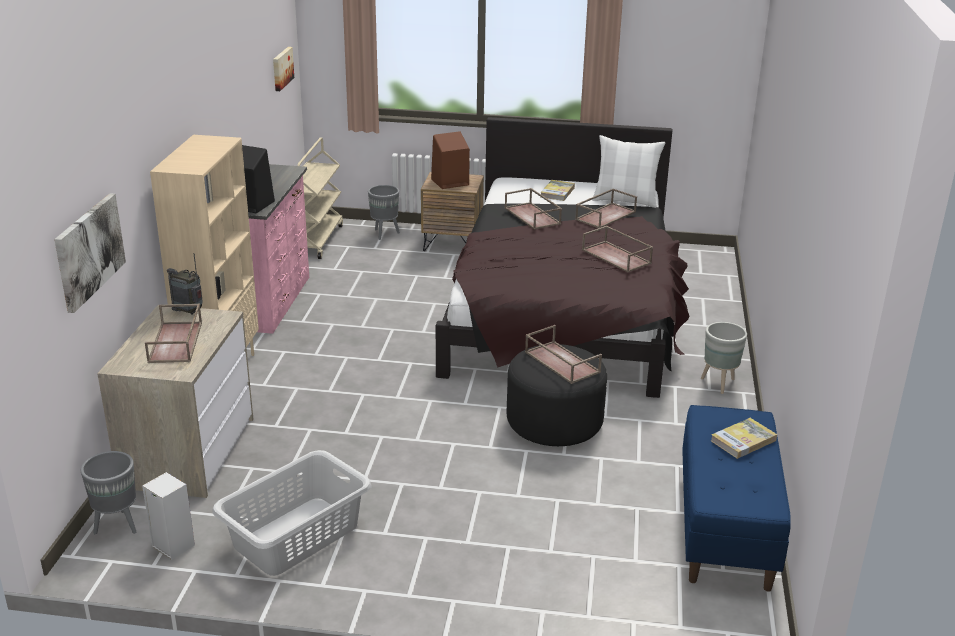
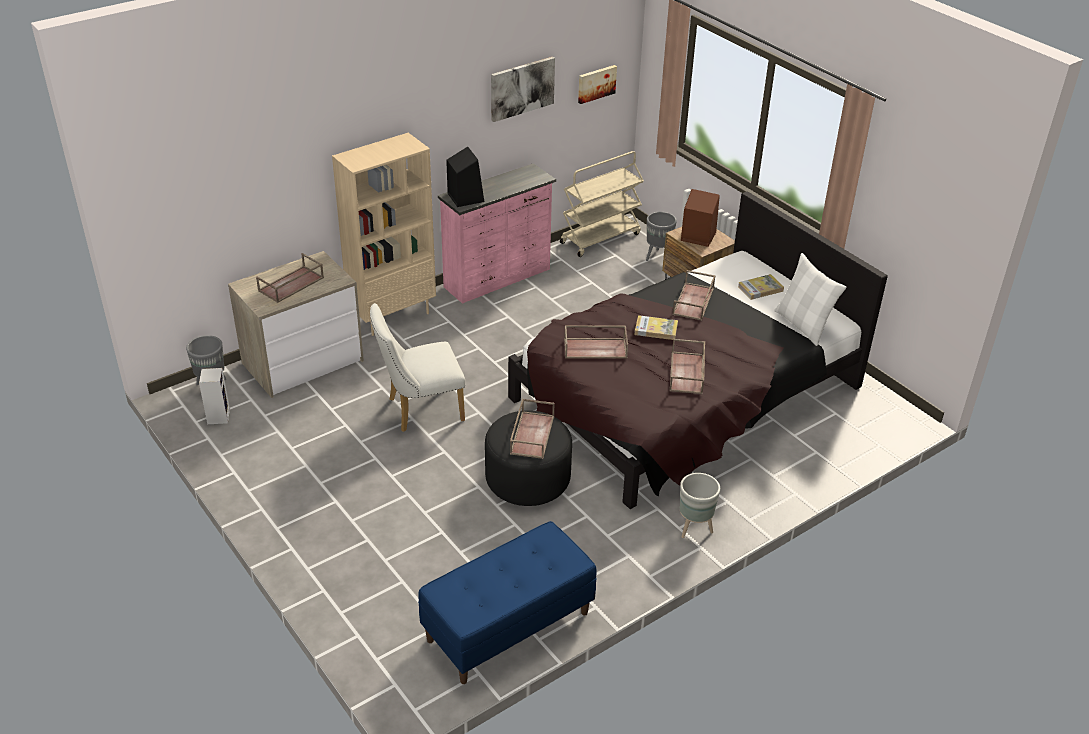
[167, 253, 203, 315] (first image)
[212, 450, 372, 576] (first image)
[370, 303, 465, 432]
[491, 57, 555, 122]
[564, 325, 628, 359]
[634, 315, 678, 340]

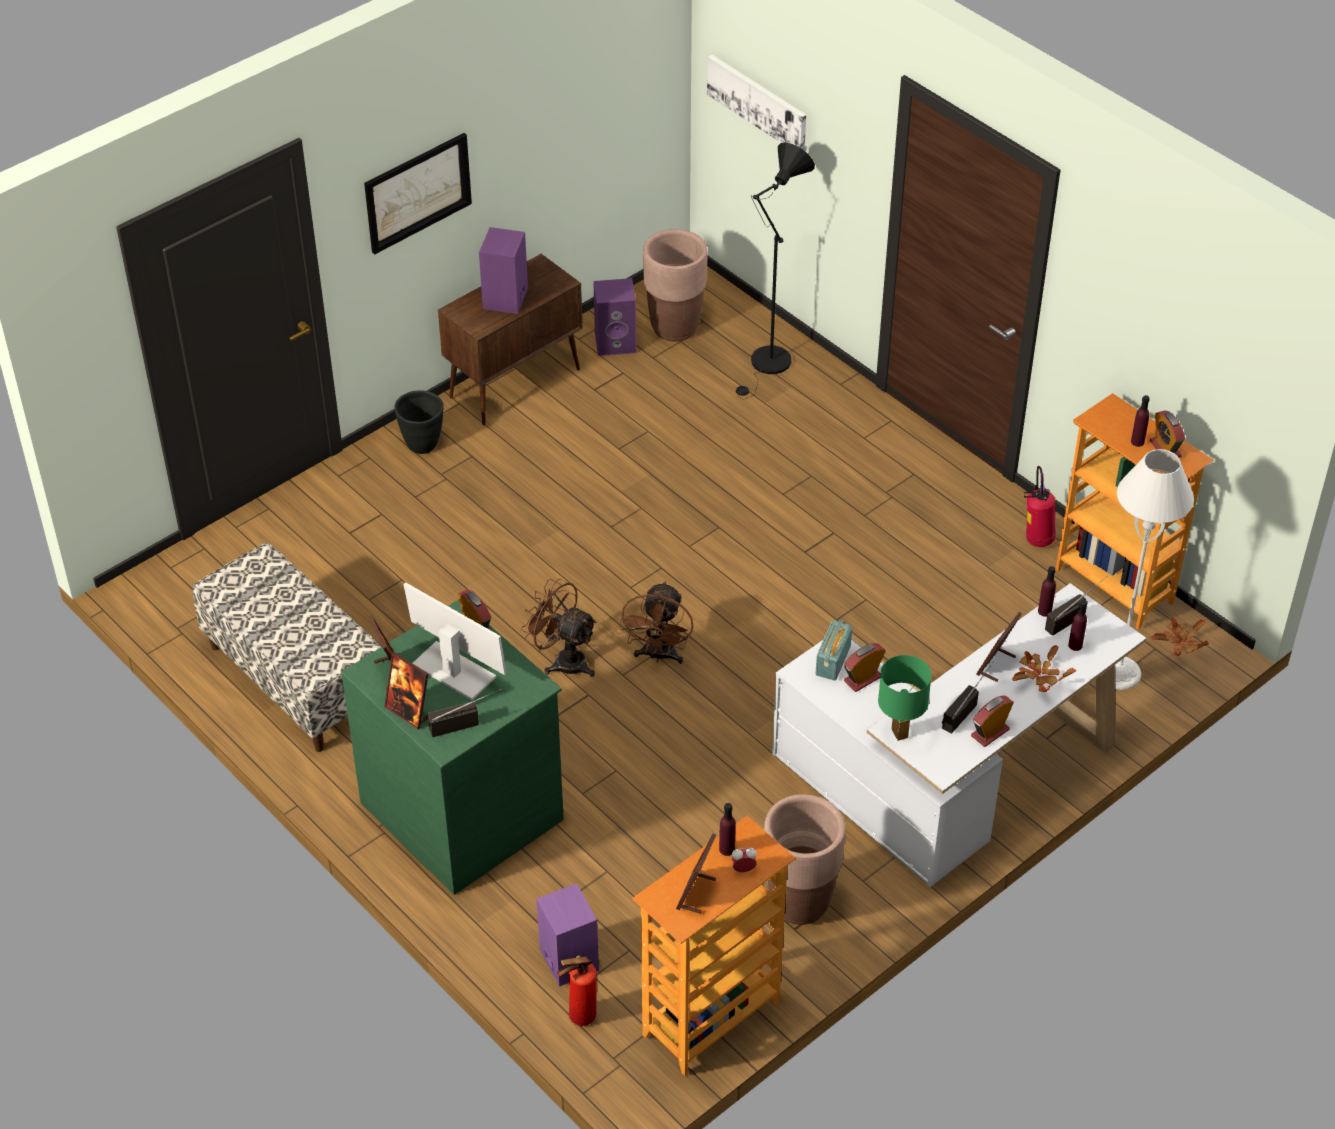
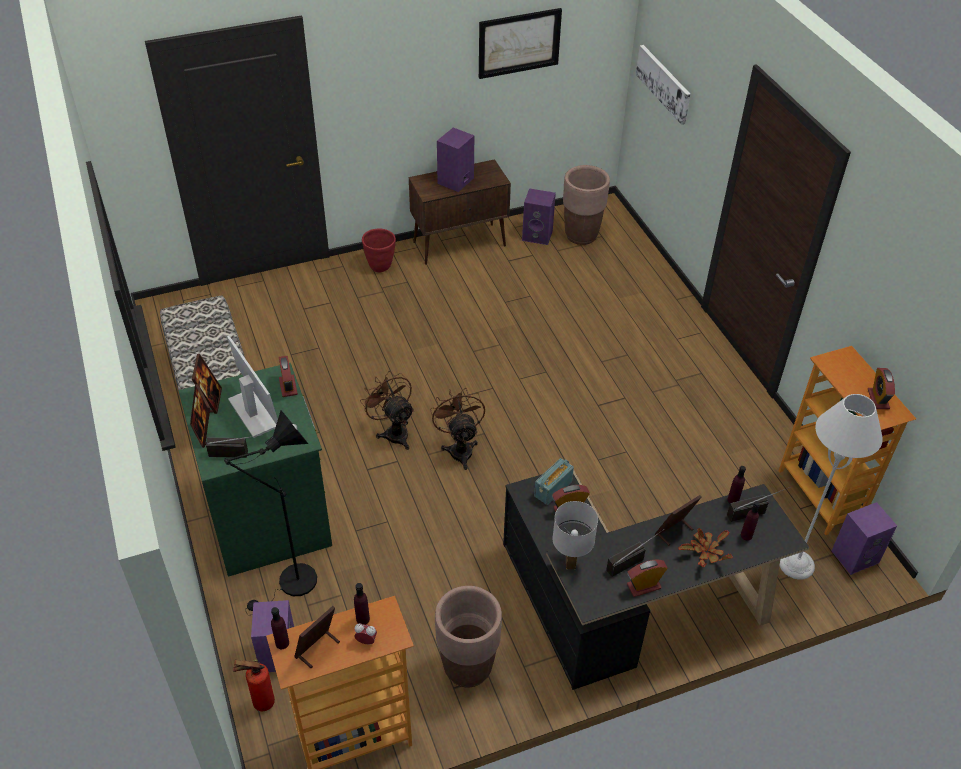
[1024, 466, 1056, 547] (first image)
[479, 8, 562, 79]
[224, 411, 317, 615]
[271, 607, 289, 649]
[832, 502, 897, 575]
[362, 228, 396, 272]
[503, 470, 809, 690]
[552, 501, 598, 569]
[430, 388, 485, 470]

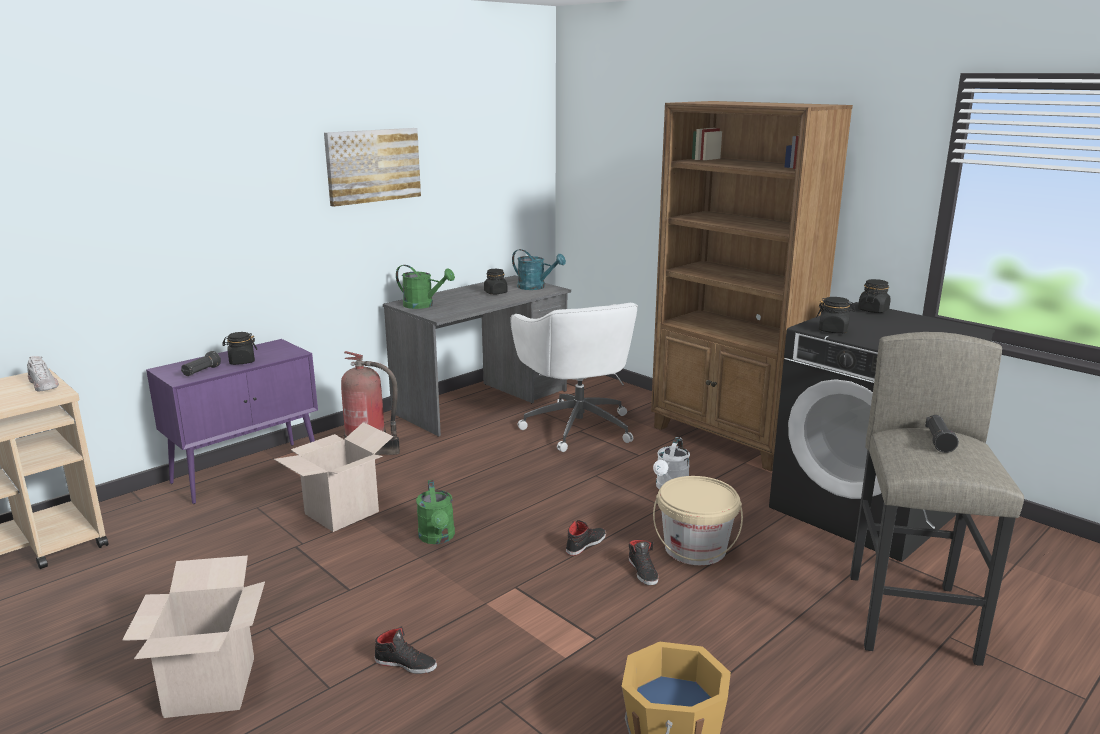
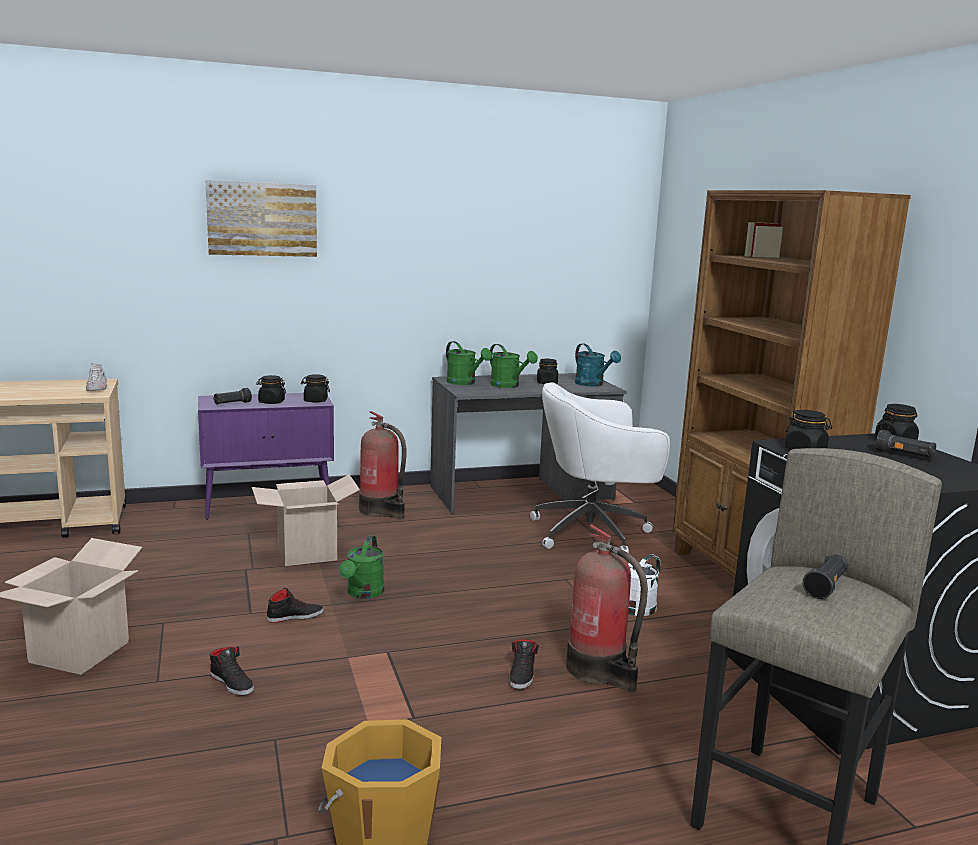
[301, 374, 330, 403]
[490, 344, 538, 388]
[875, 430, 936, 459]
[205, 180, 317, 257]
[267, 588, 324, 623]
[566, 525, 648, 692]
[530, 382, 670, 553]

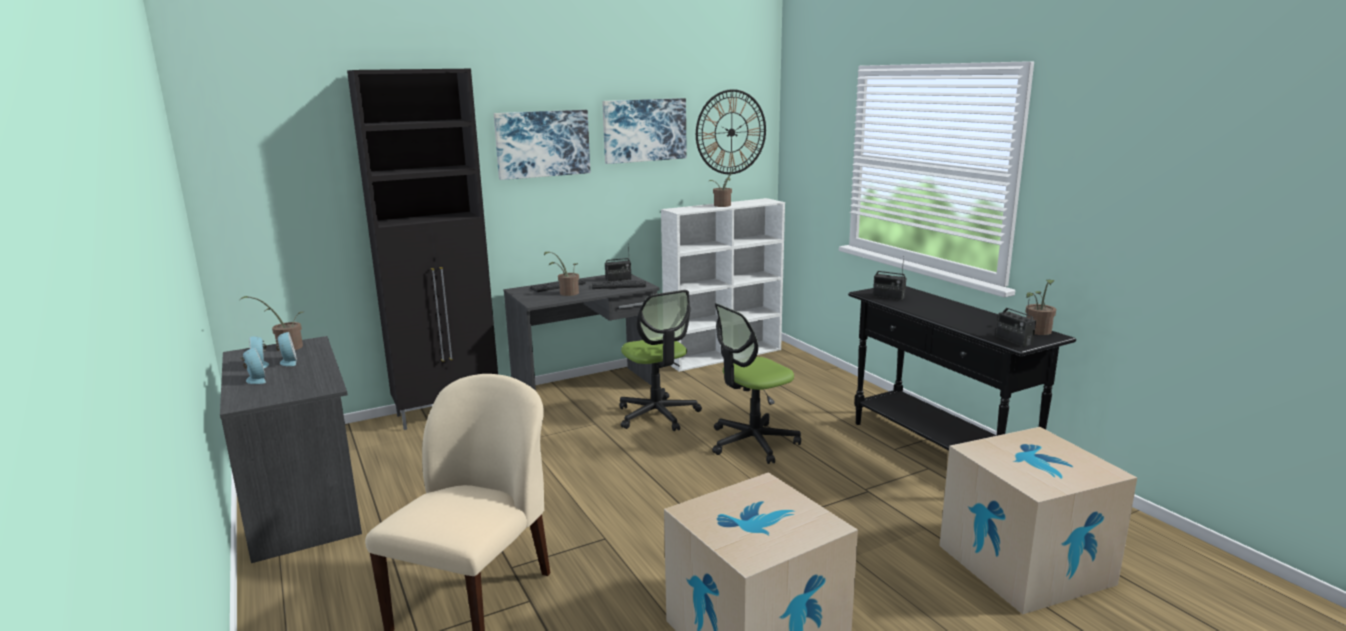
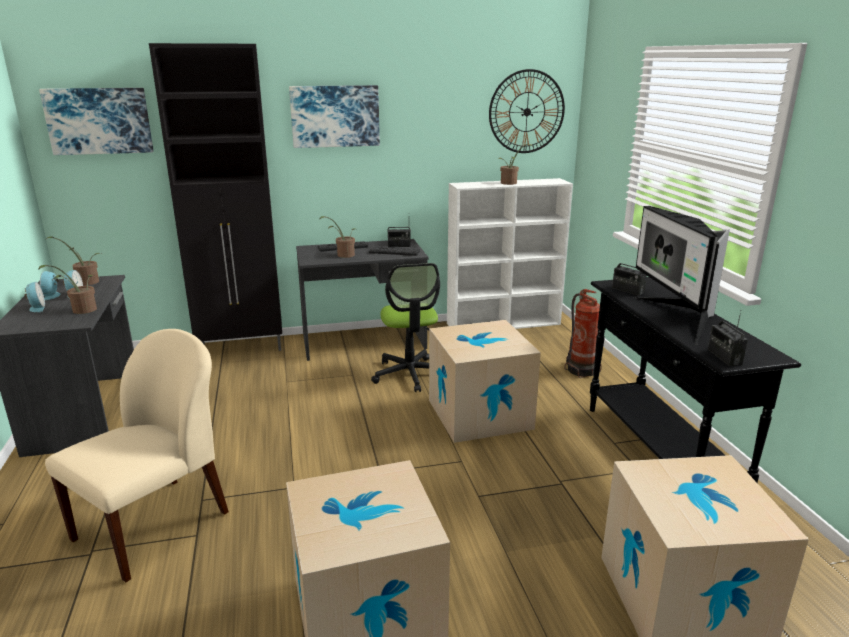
[564, 289, 602, 378]
[634, 206, 730, 345]
[39, 88, 154, 155]
[38, 265, 97, 314]
[429, 320, 541, 443]

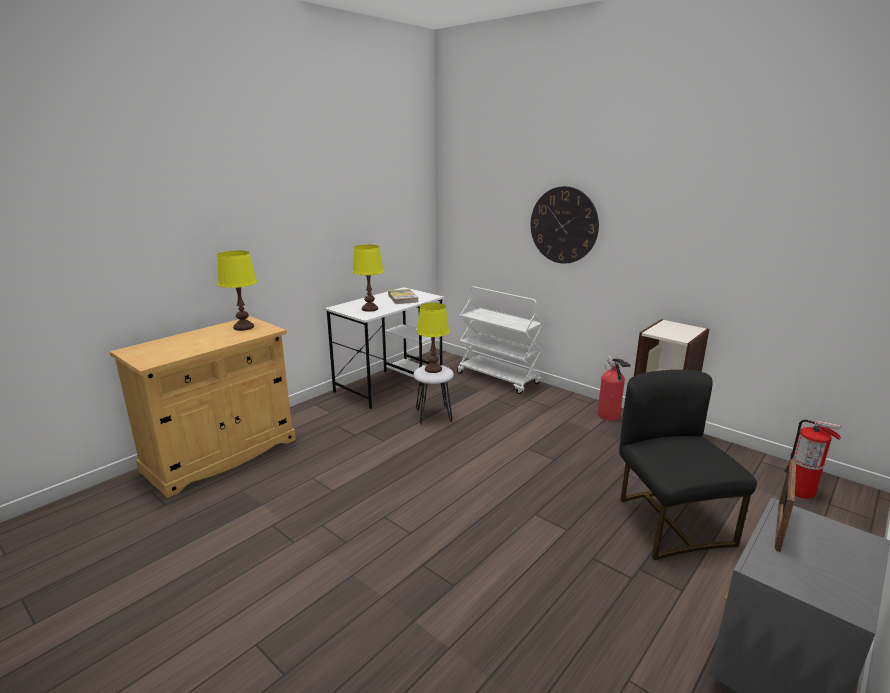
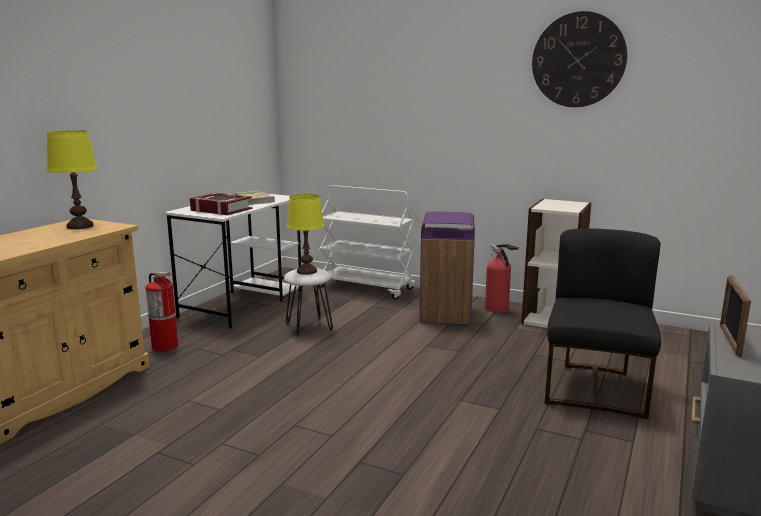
[420, 211, 475, 324]
[532, 11, 627, 107]
[146, 272, 178, 351]
[190, 193, 252, 215]
[545, 228, 661, 419]

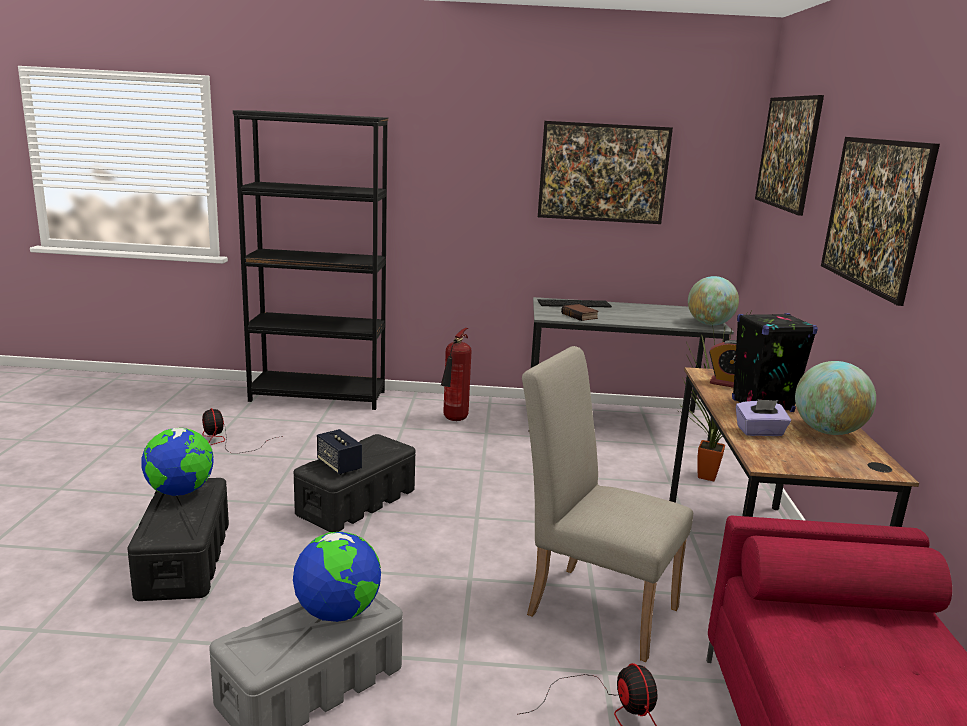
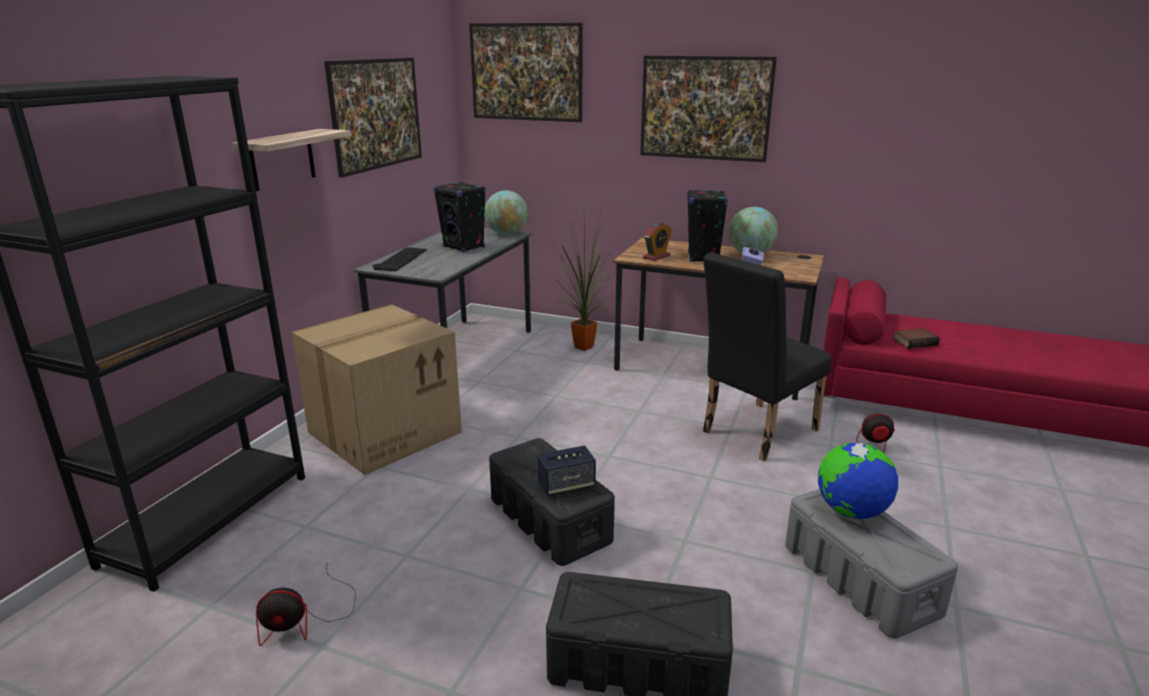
[141, 428, 214, 496] (first image)
[232, 129, 352, 191]
[433, 182, 486, 252]
[892, 328, 940, 349]
[292, 304, 462, 475]
[703, 252, 832, 461]

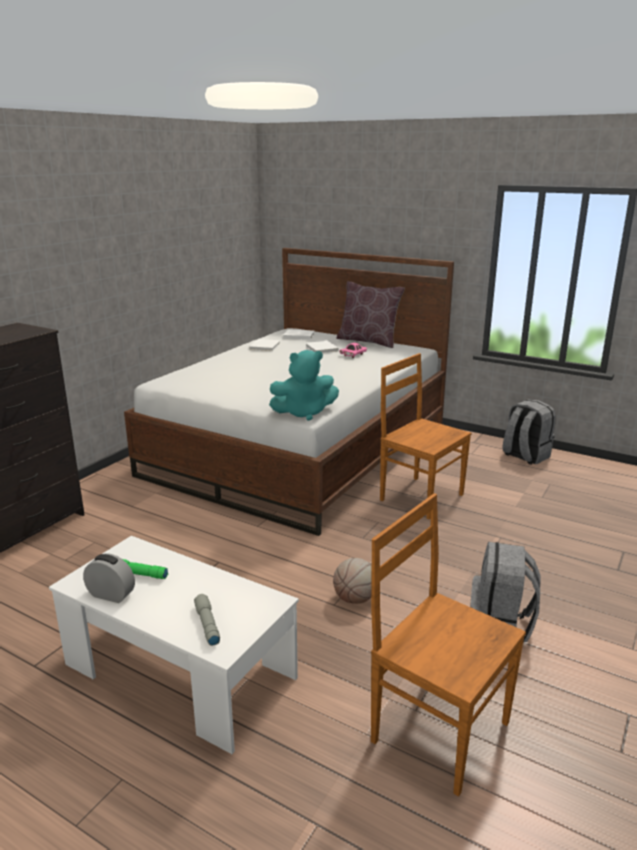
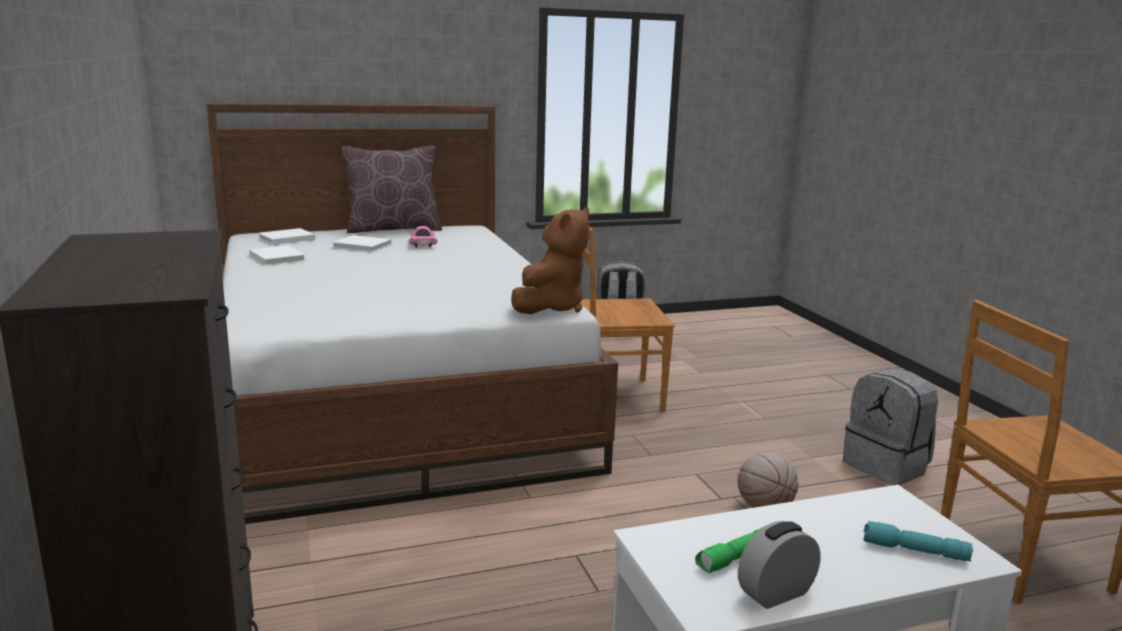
[863, 521, 973, 562]
[511, 207, 590, 314]

